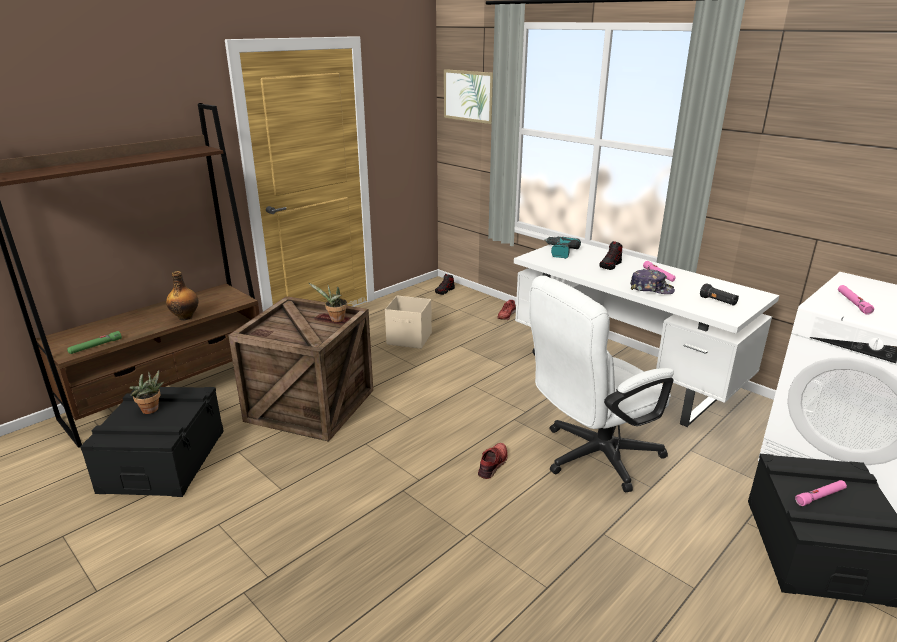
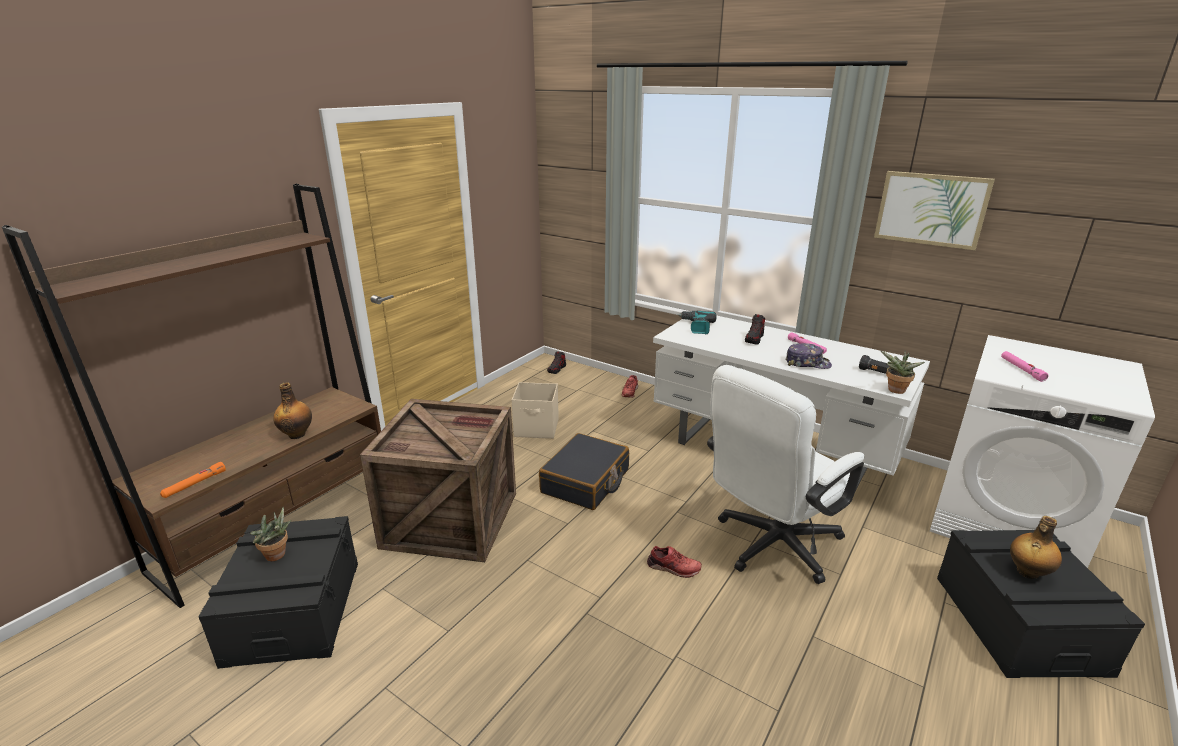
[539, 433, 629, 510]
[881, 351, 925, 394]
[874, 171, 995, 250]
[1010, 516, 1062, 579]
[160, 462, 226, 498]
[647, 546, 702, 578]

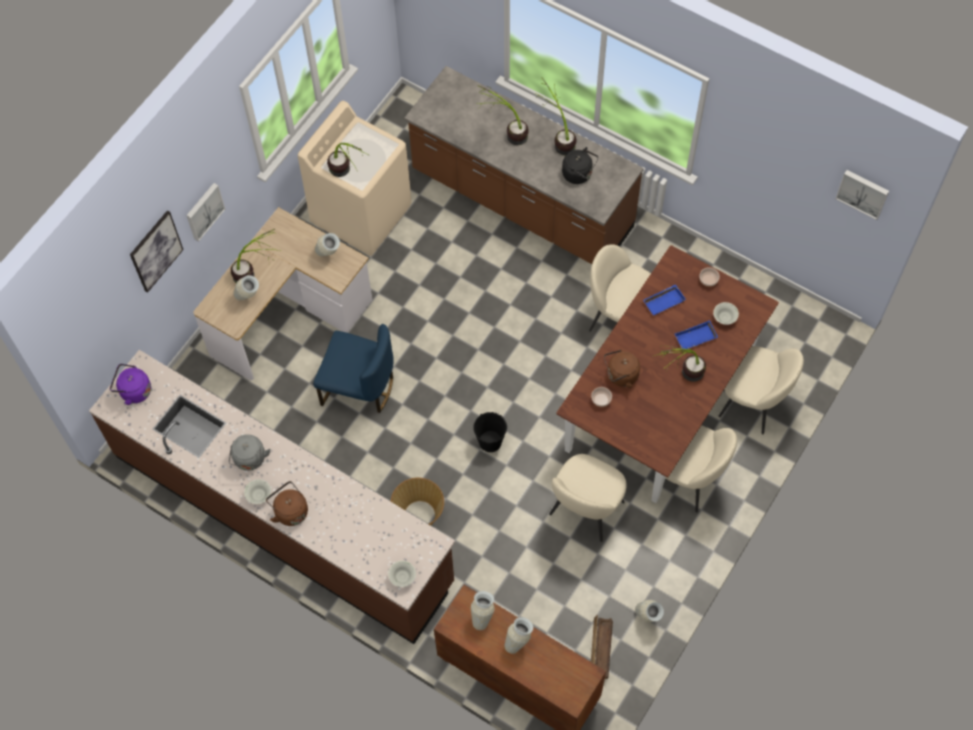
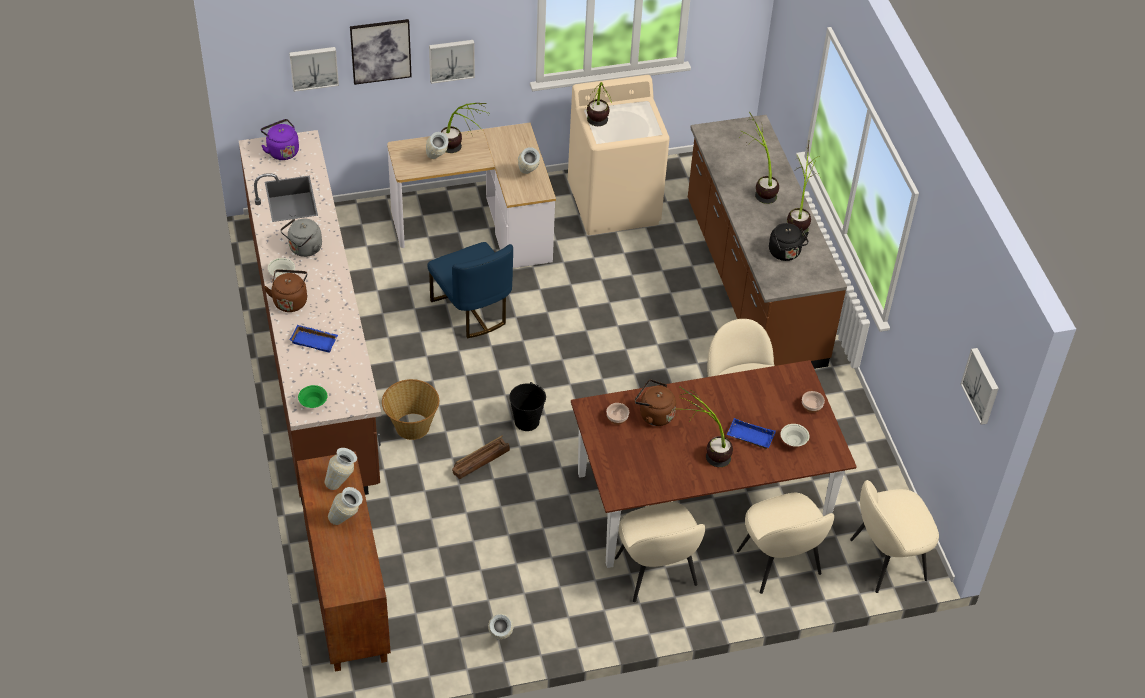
[289, 47, 339, 92]
[850, 480, 939, 593]
[452, 435, 510, 479]
[290, 325, 338, 353]
[298, 385, 327, 408]

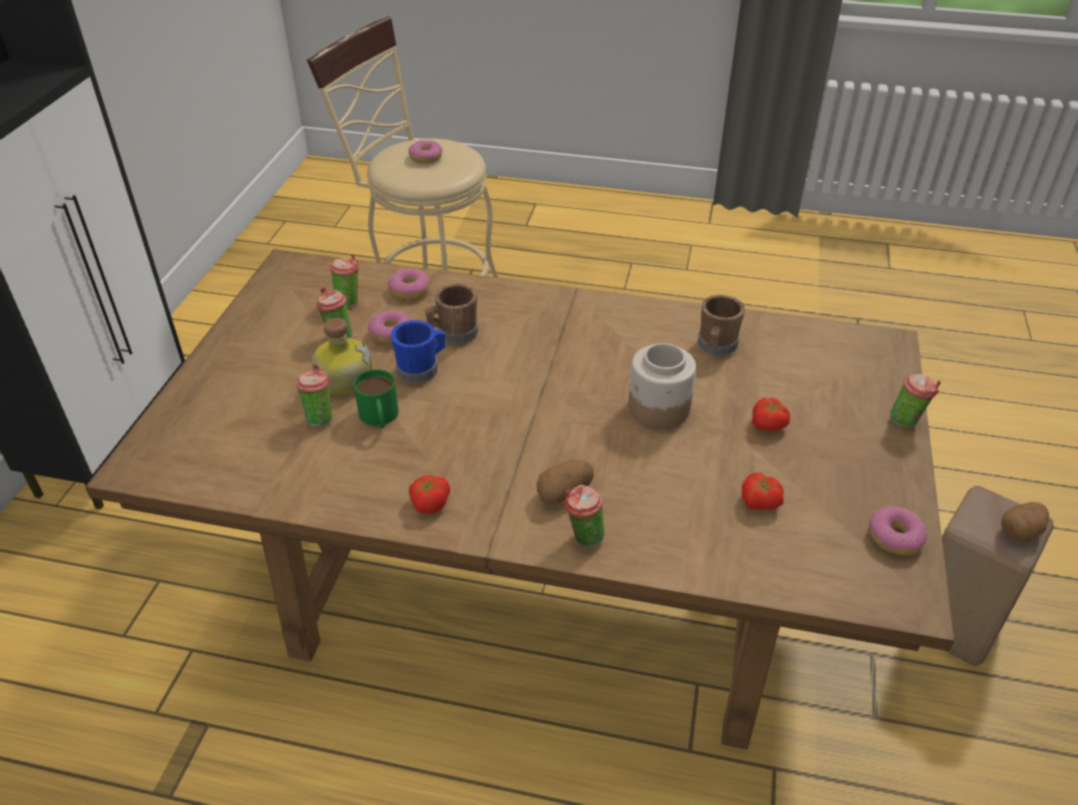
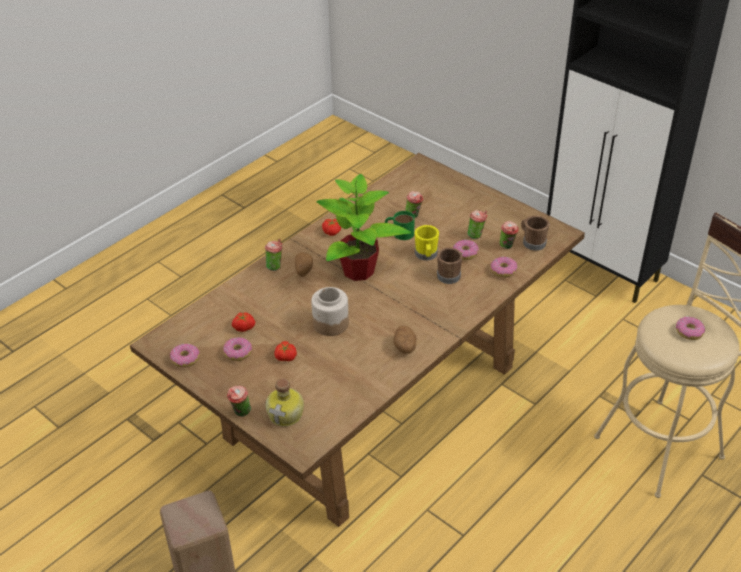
[223, 337, 252, 361]
[316, 174, 411, 281]
[265, 379, 304, 427]
[521, 216, 550, 251]
[393, 326, 416, 354]
[415, 225, 439, 260]

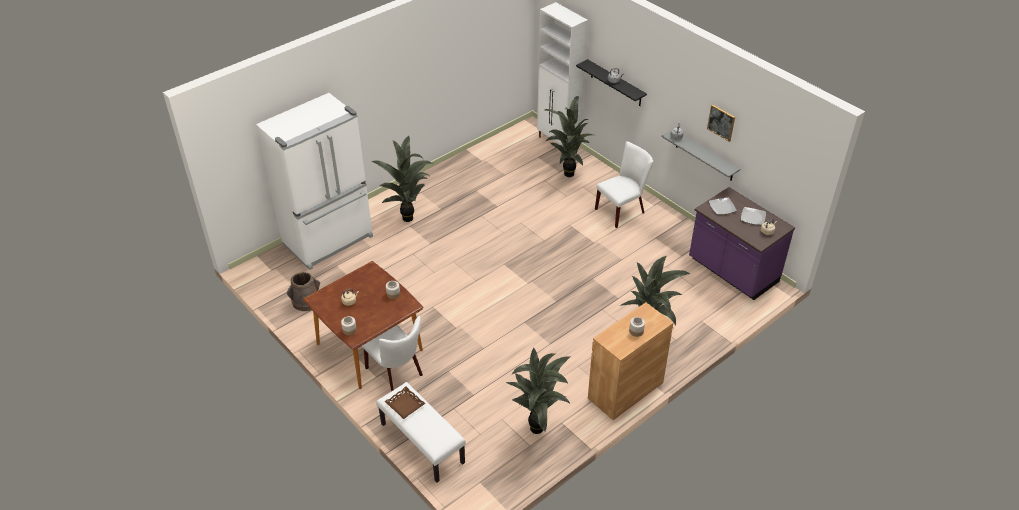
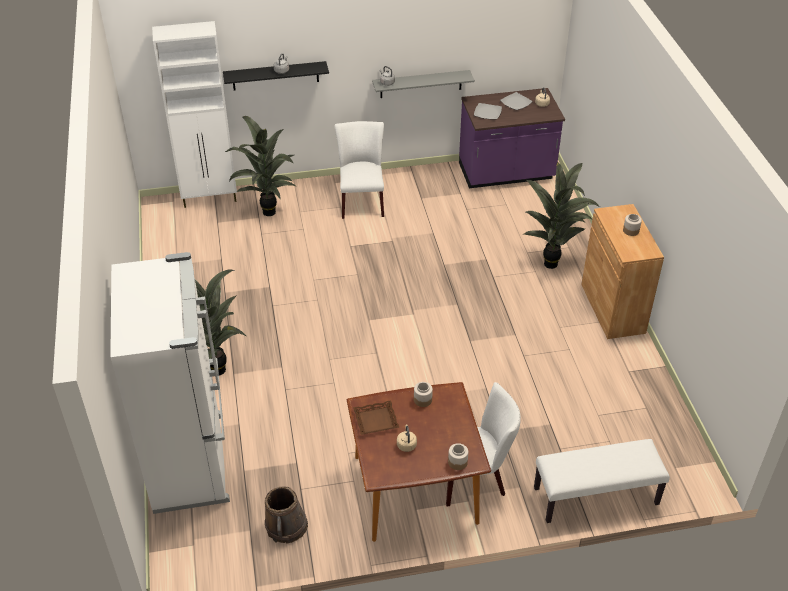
[506, 347, 571, 434] (first image)
[707, 104, 735, 142] (first image)
[353, 401, 400, 435]

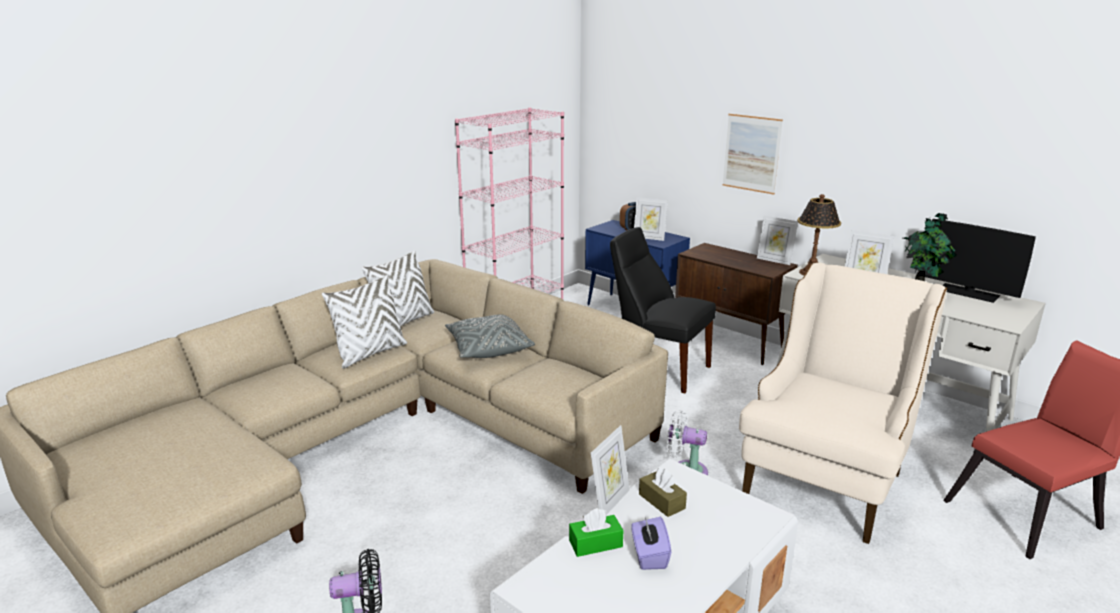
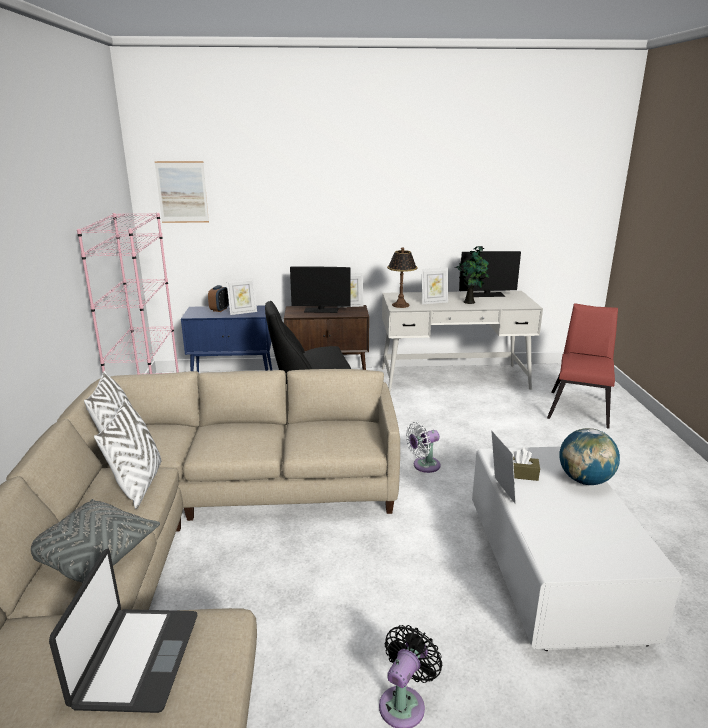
[569, 508, 623, 557] (first image)
[631, 517, 671, 570] (first image)
[739, 263, 947, 544] (first image)
[49, 549, 198, 713]
[290, 266, 351, 313]
[559, 428, 620, 485]
[31, 499, 160, 584]
[154, 161, 209, 223]

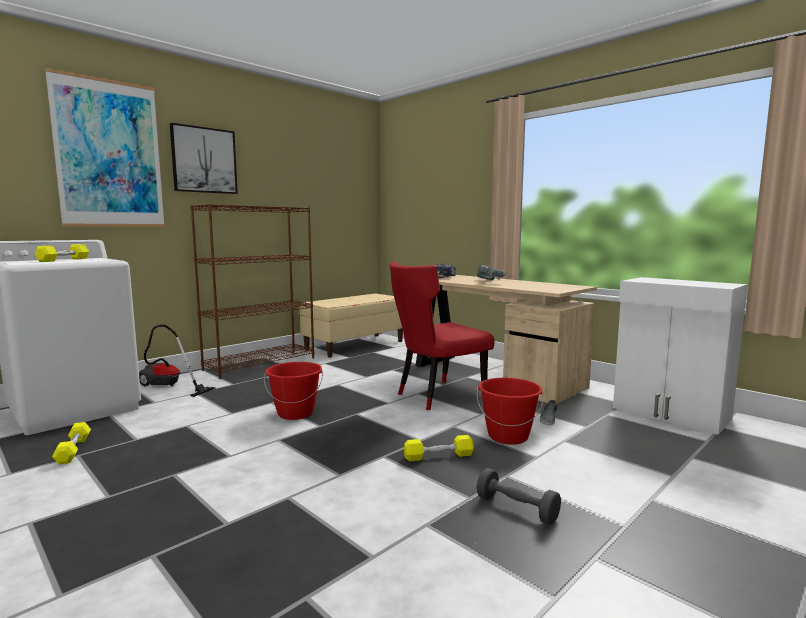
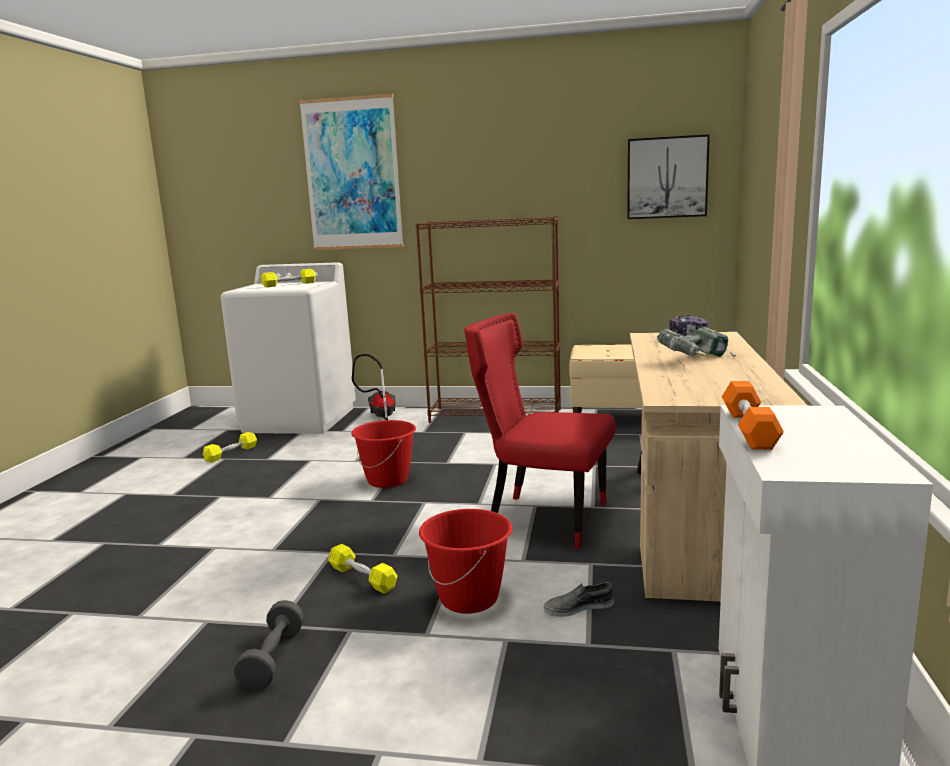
[722, 381, 784, 450]
[627, 134, 710, 219]

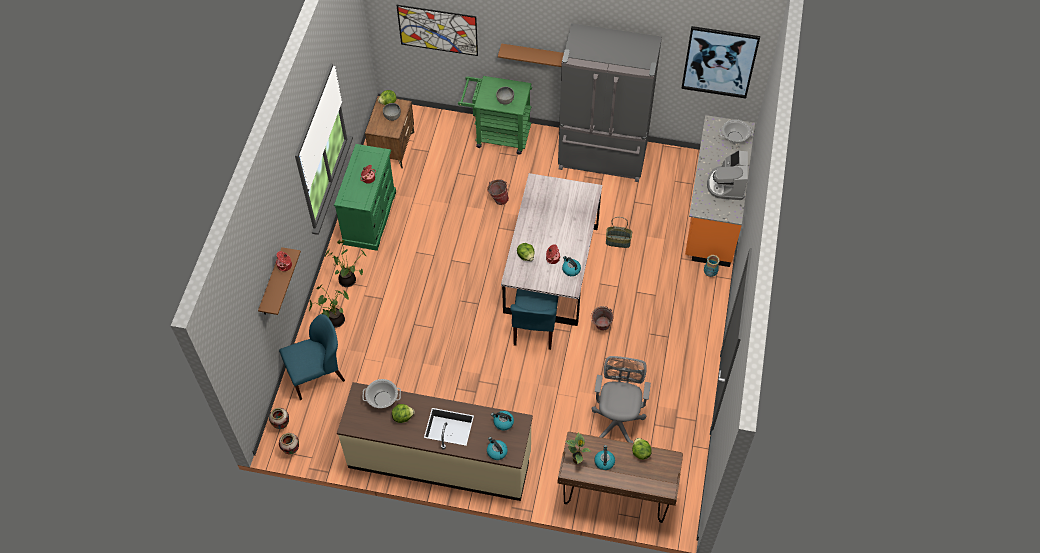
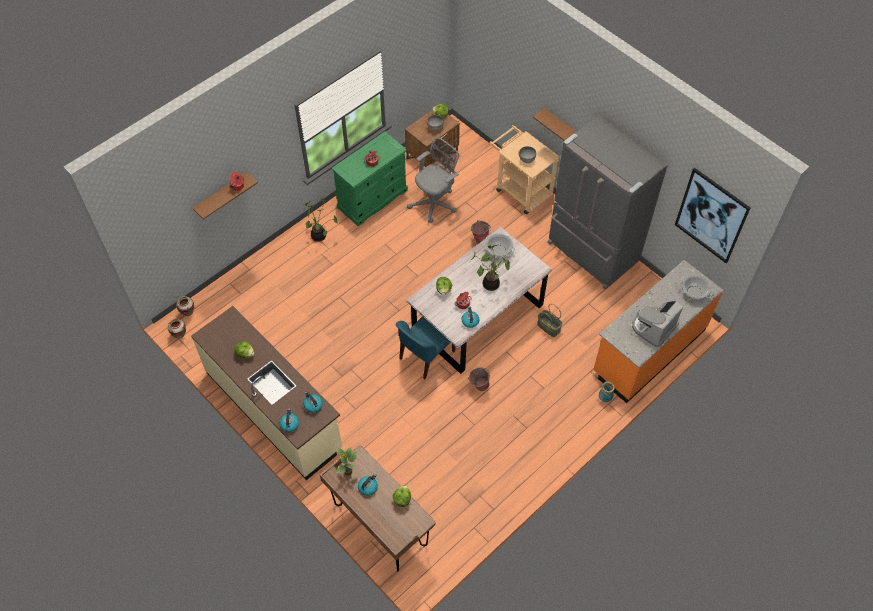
[279, 314, 345, 400] (first image)
[396, 5, 478, 56] (first image)
[470, 246, 510, 291]
[483, 233, 515, 257]
[407, 137, 459, 223]
[489, 125, 560, 214]

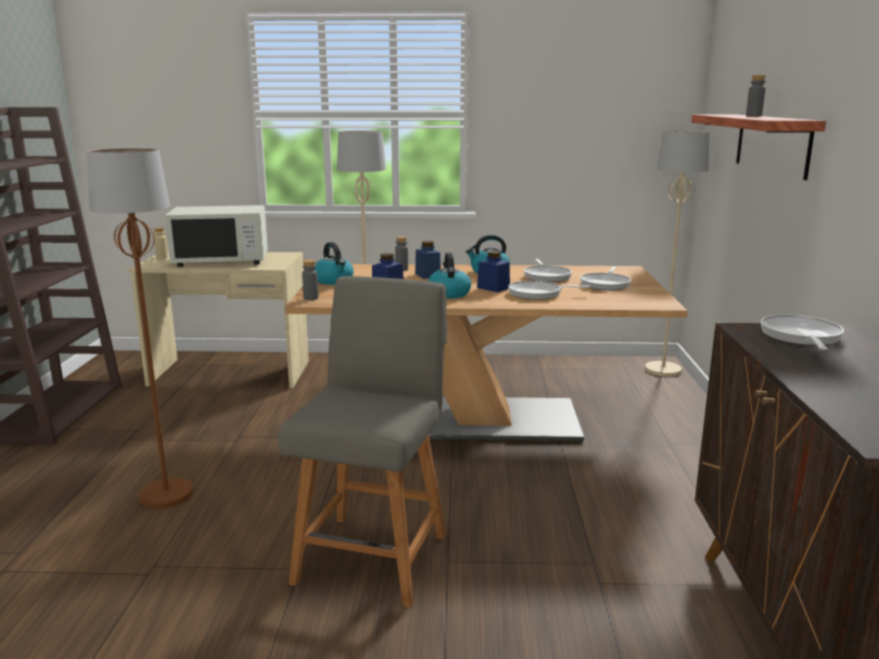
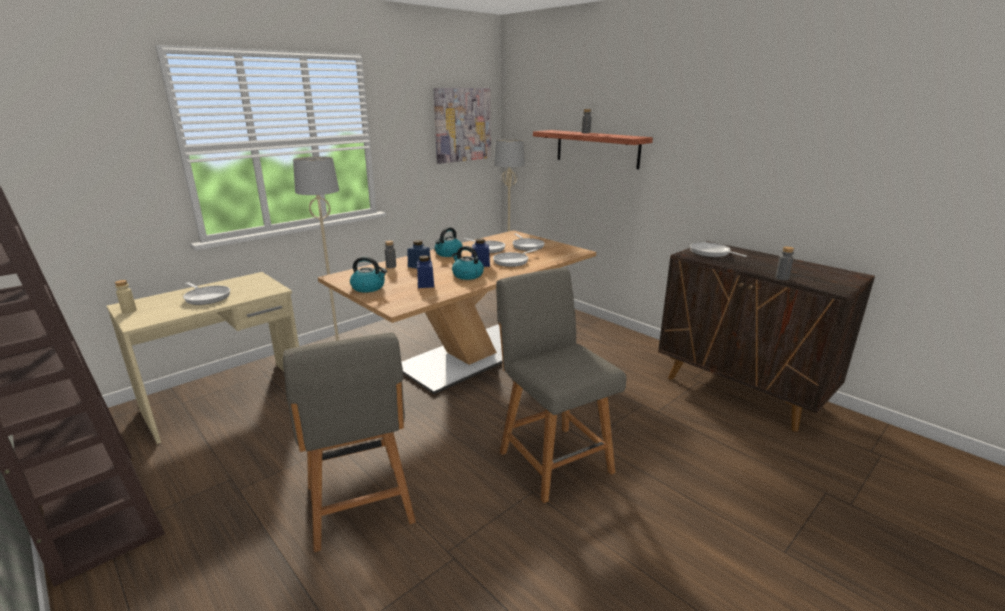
[433, 88, 491, 164]
[775, 246, 794, 280]
[283, 332, 416, 552]
[183, 282, 230, 305]

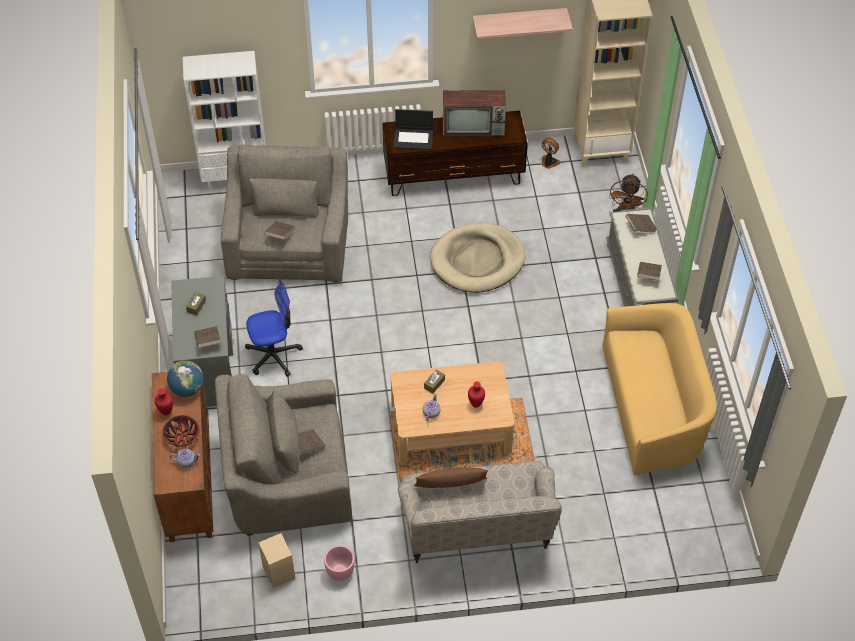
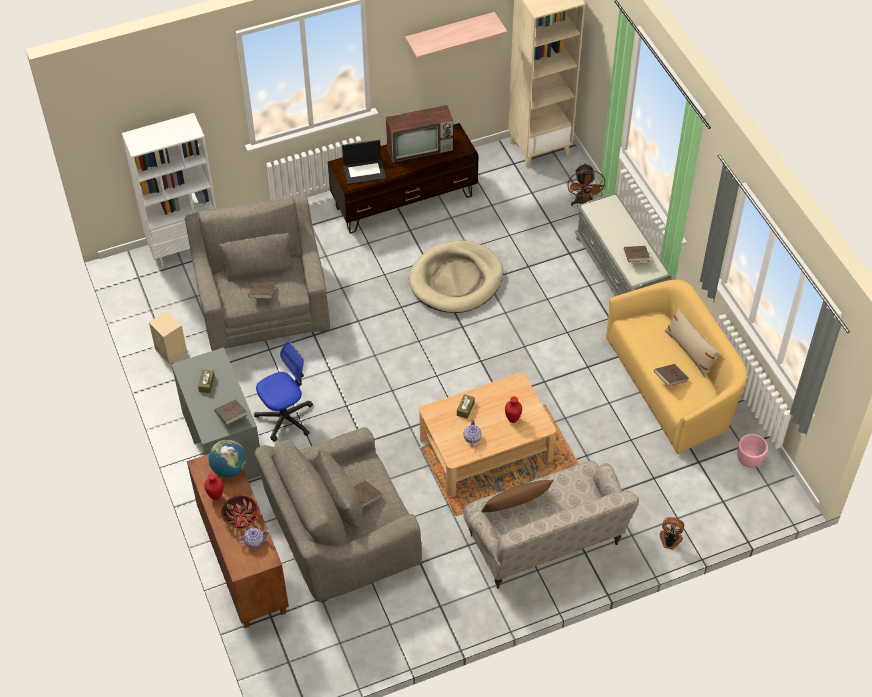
[665, 307, 720, 378]
[149, 311, 187, 364]
[737, 434, 768, 468]
[660, 517, 684, 550]
[654, 364, 689, 387]

